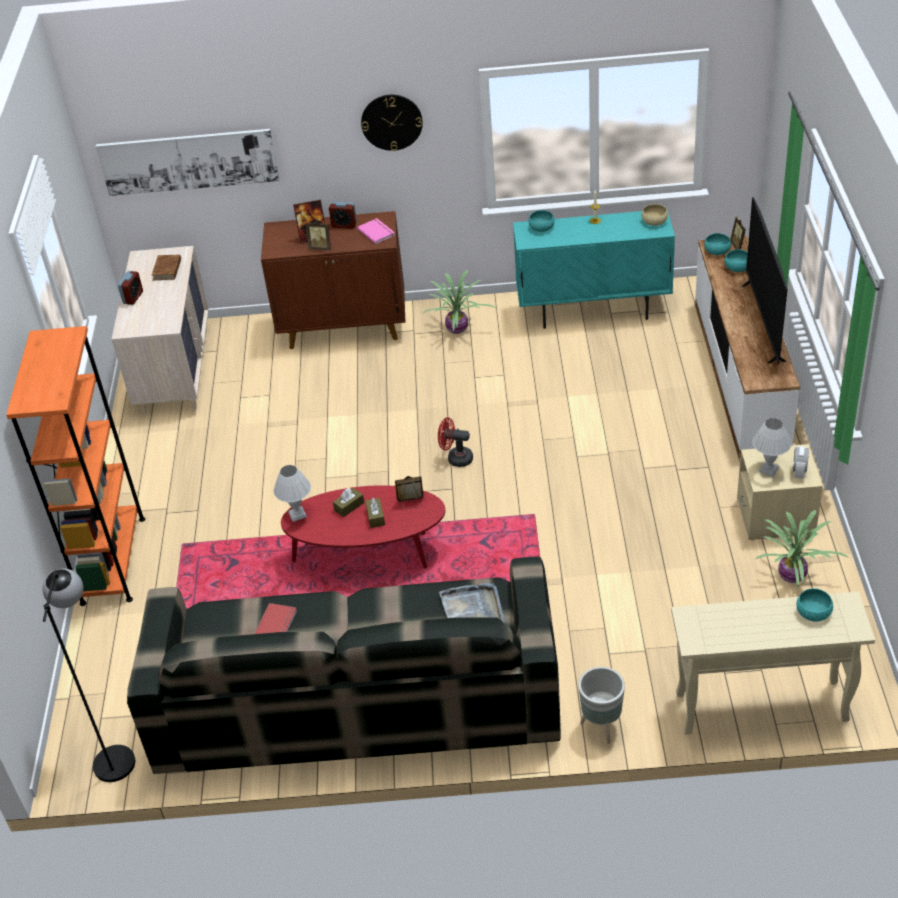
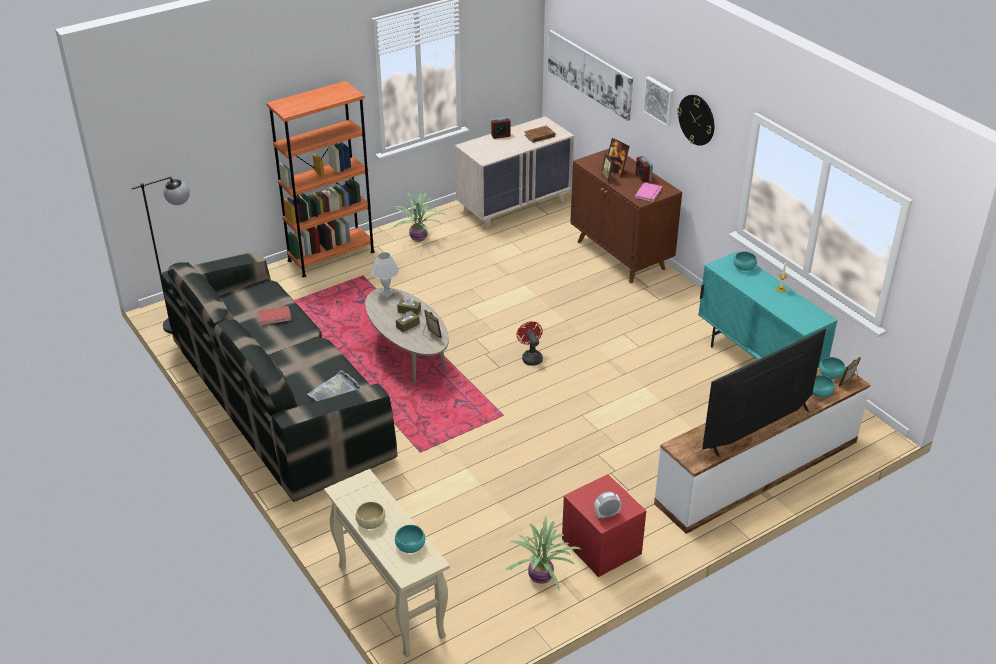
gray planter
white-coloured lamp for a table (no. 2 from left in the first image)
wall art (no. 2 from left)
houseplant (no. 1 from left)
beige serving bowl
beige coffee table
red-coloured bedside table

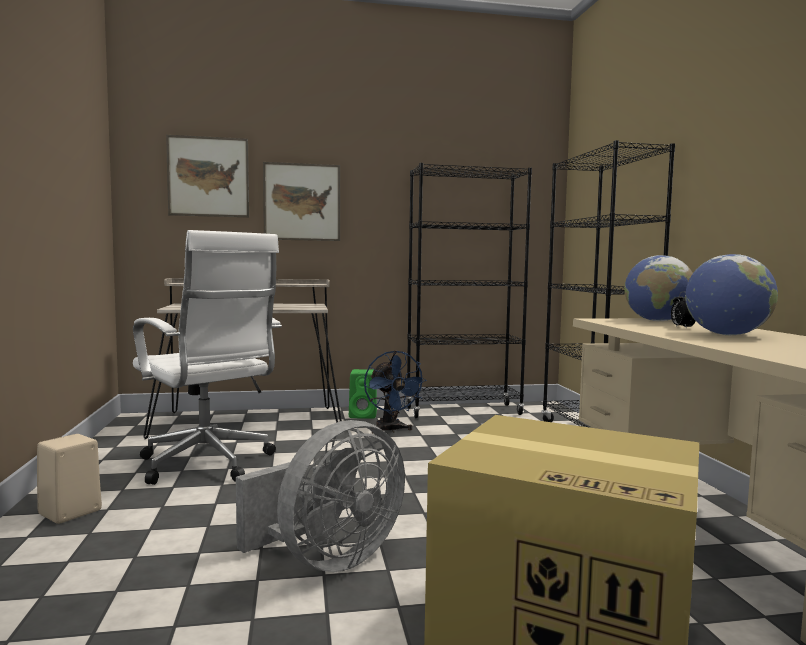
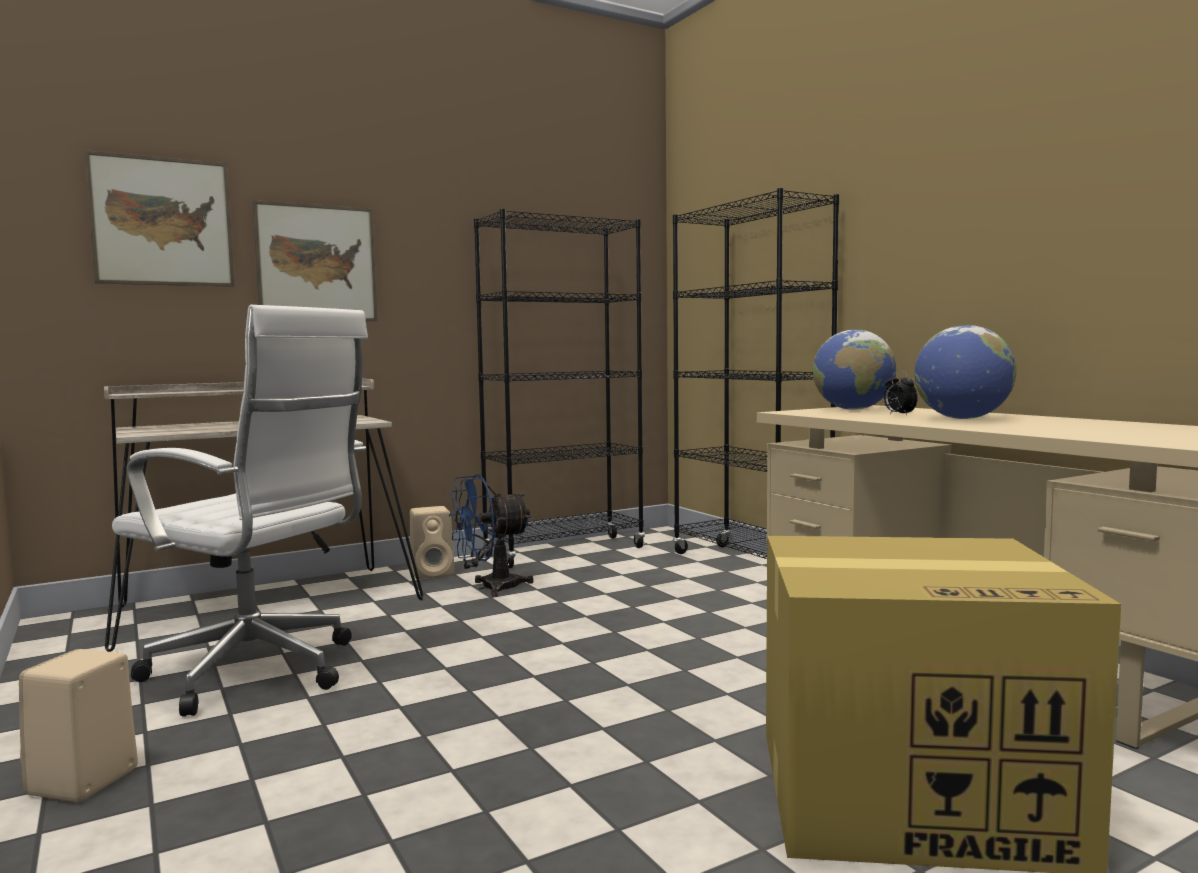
gray cooling fan
beige speaker (no. 2 from left)
blue cooling fan

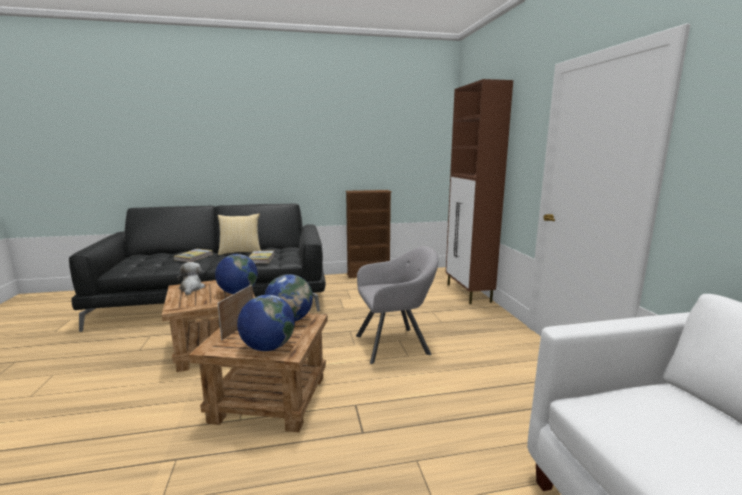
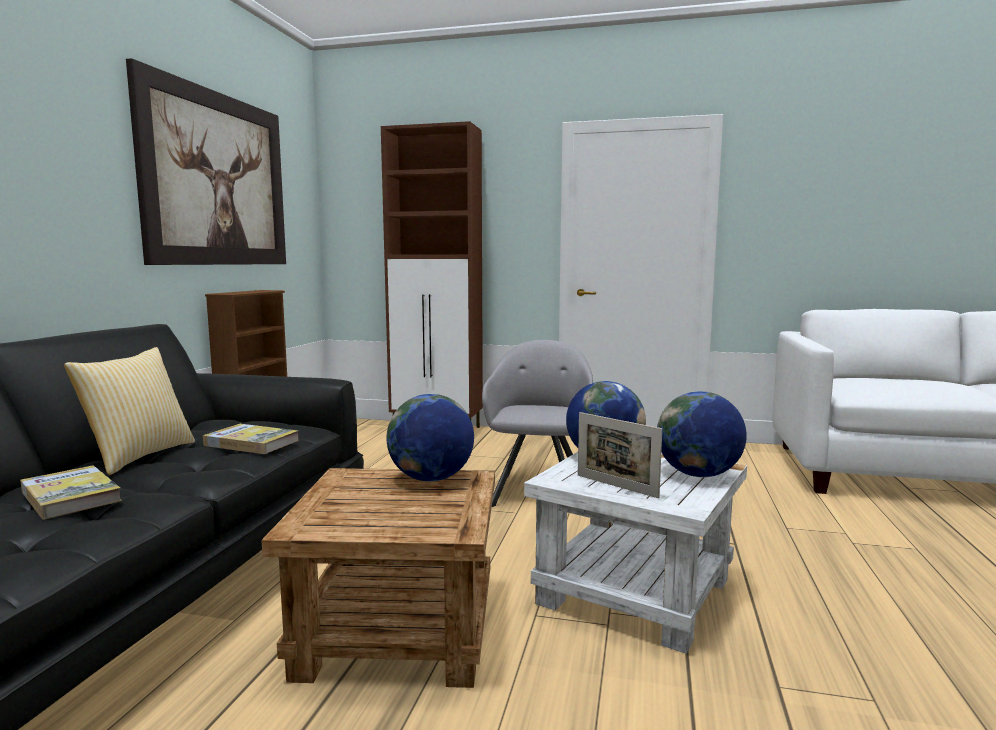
plush toy
wall art
white-coloured accent table

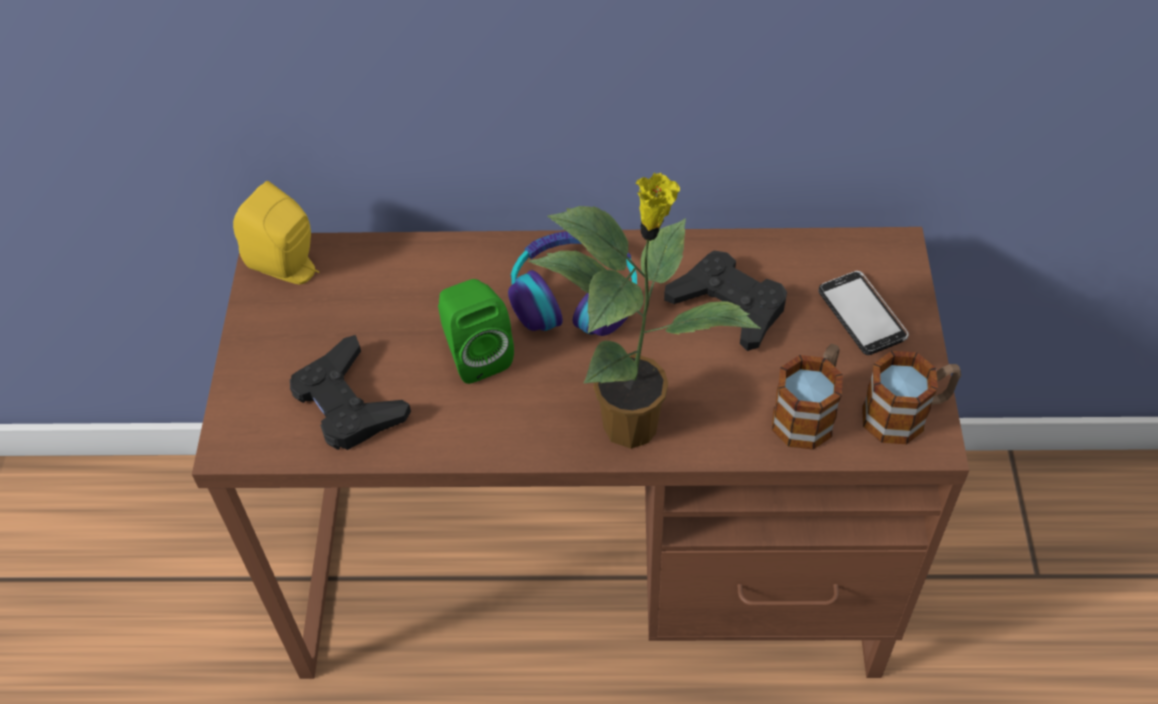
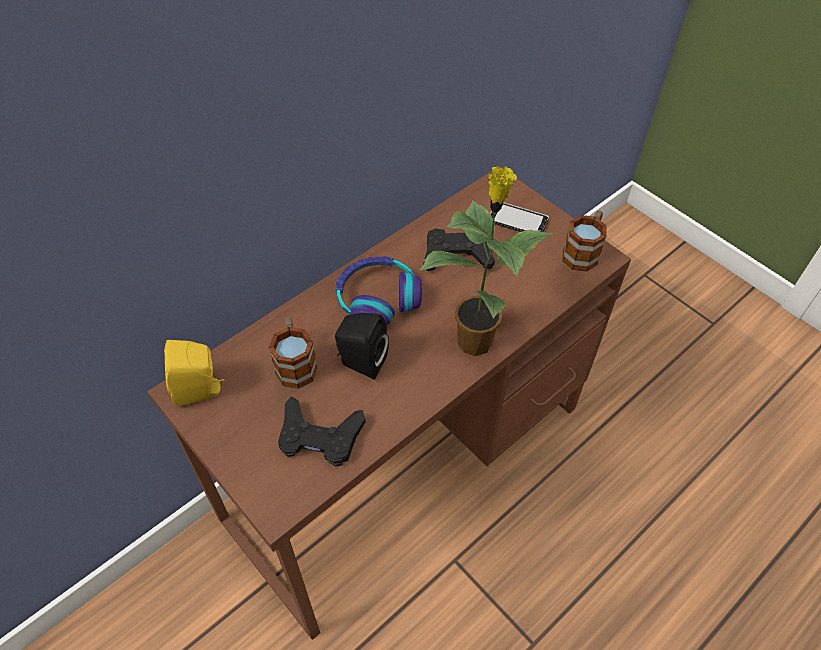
mug (no. 1 from left)
black-coloured speaker

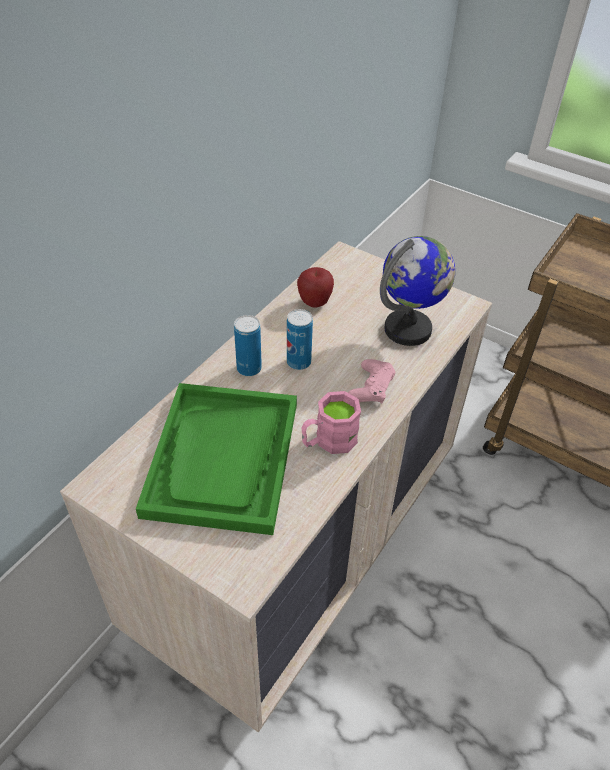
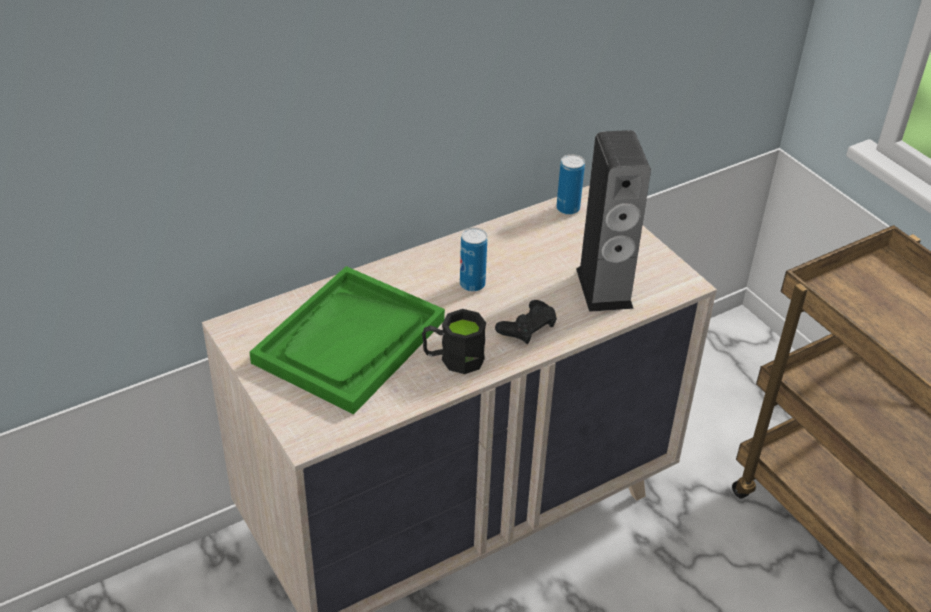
apple fruit
sealed can (no. 2 from left)
speaker
black-coloured mug
black-coloured joypad

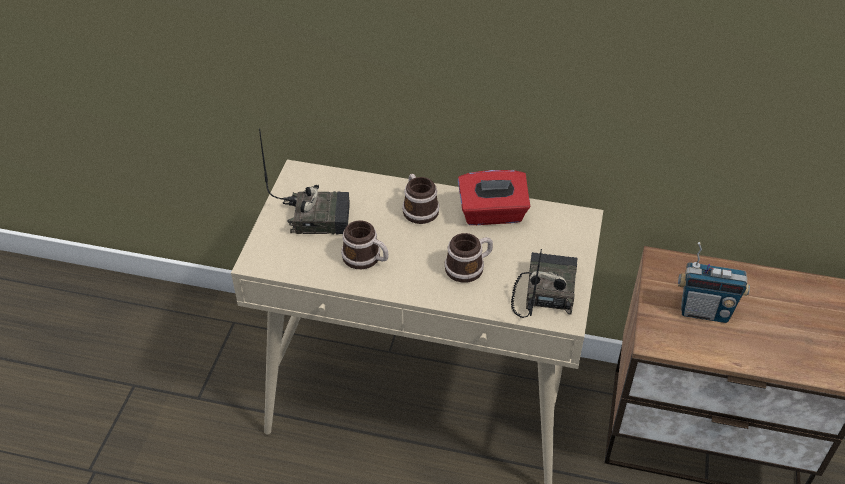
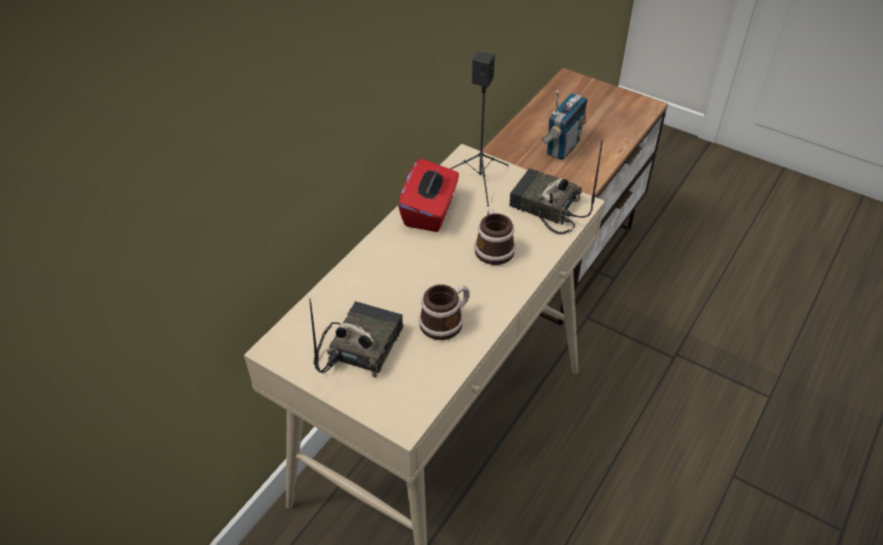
mug (no. 2 from left in the first image)
black-coloured speaker

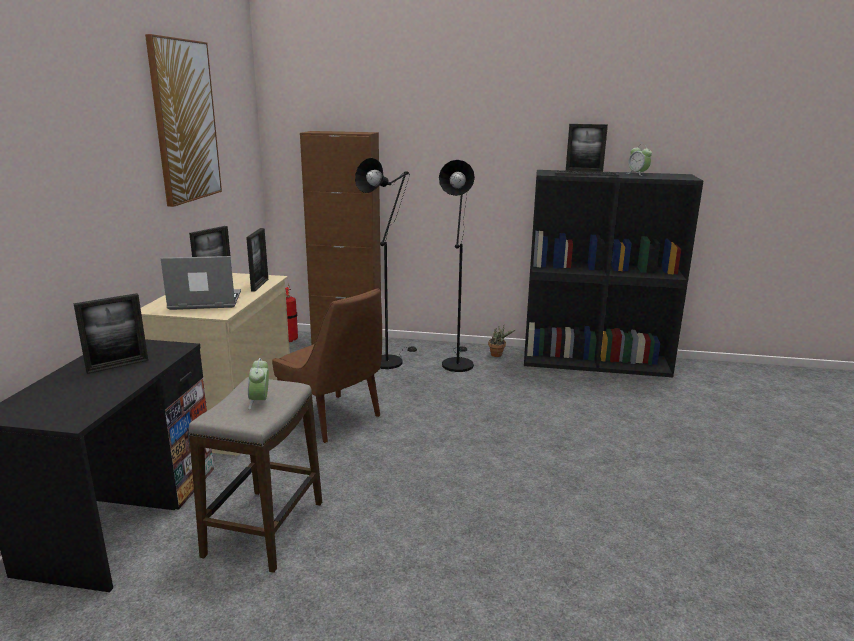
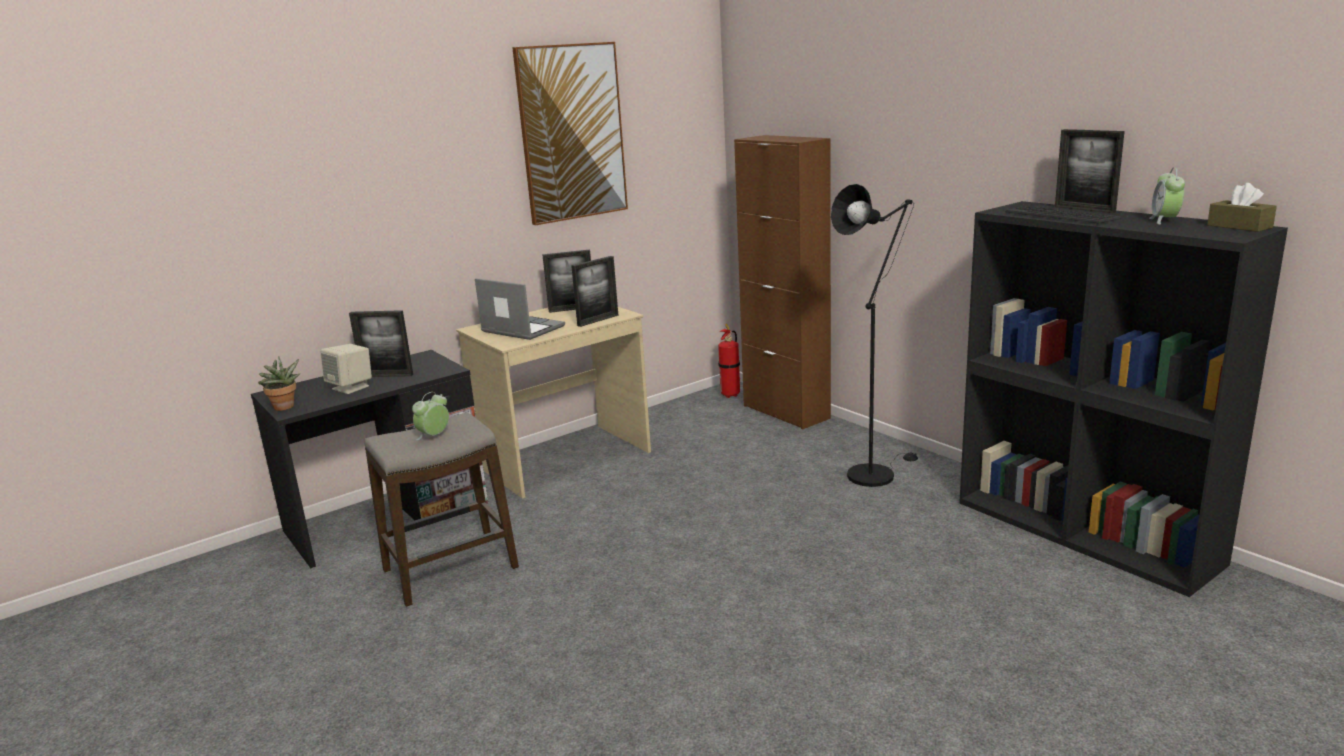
brown-coloured chair
black-coloured standard lamp (no. 1 from left in the first image)
beige speaker
brown-coloured tissue box
houseplant

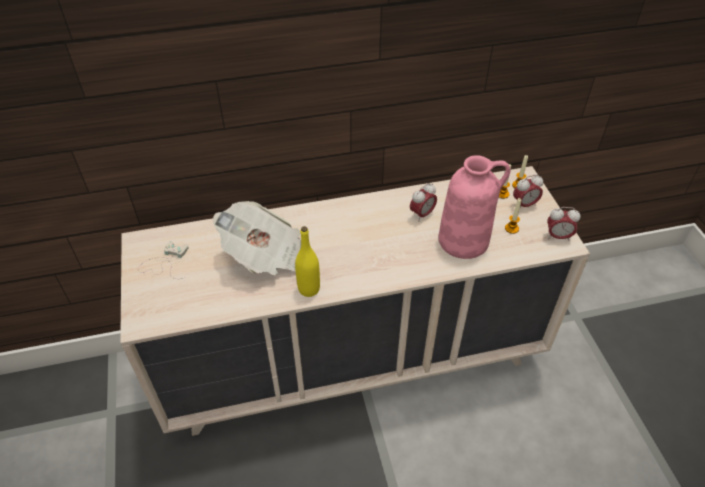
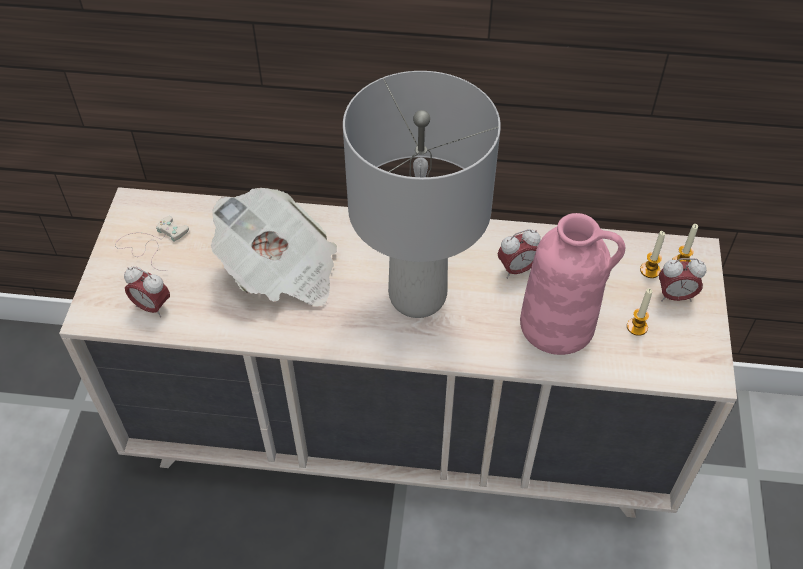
yellowish bottle
gray lamp for a table
table clock (no. 1 from left)

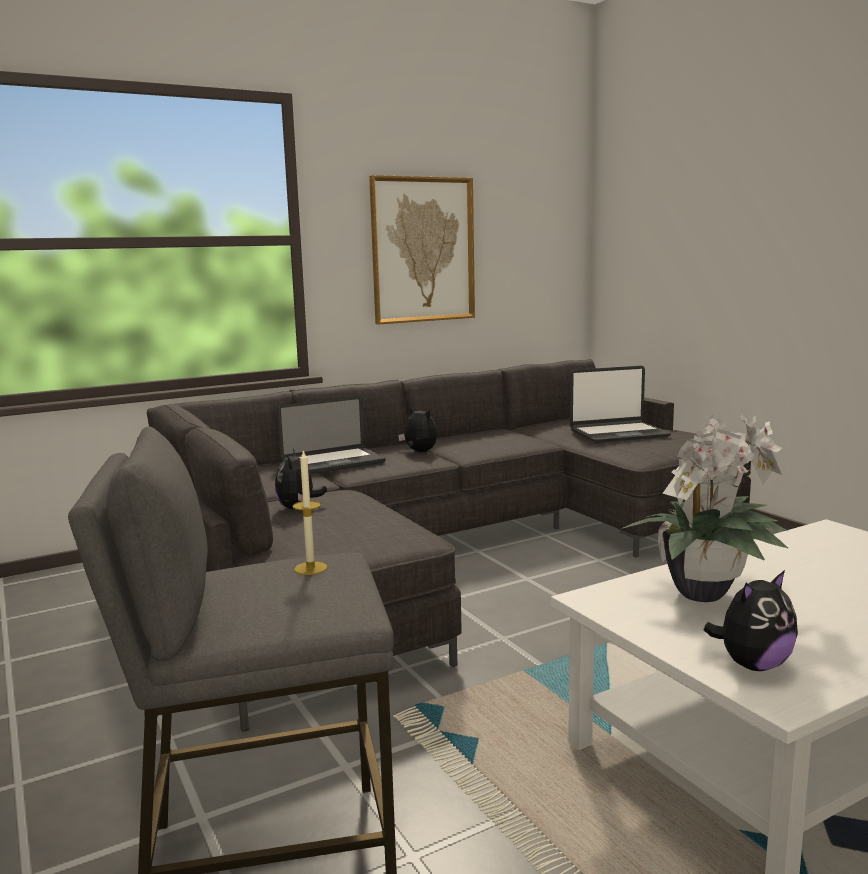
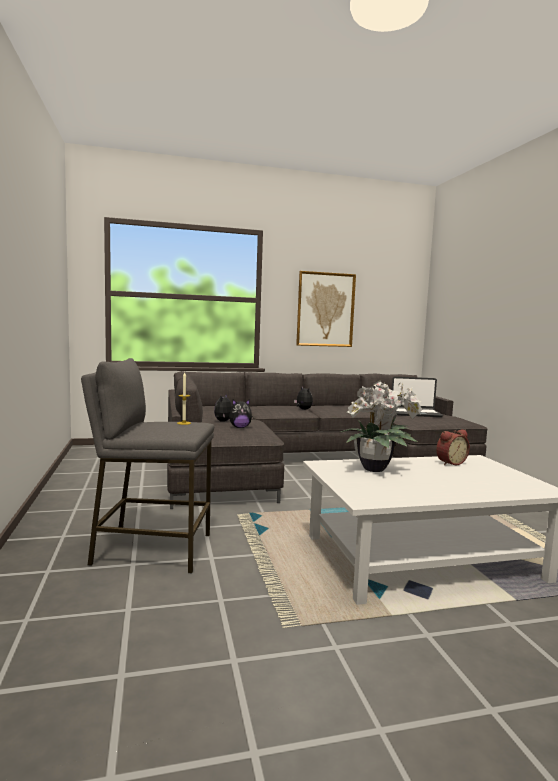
notebook computer (no. 1 from left in the first image)
table clock
plush toy (no. 2 from left)

